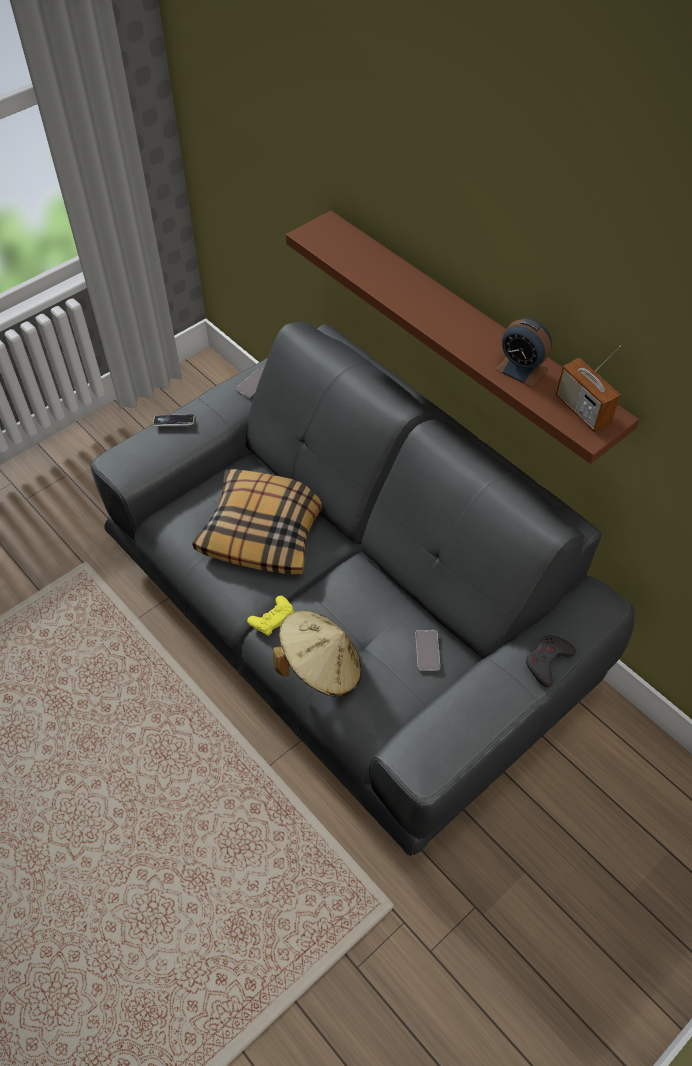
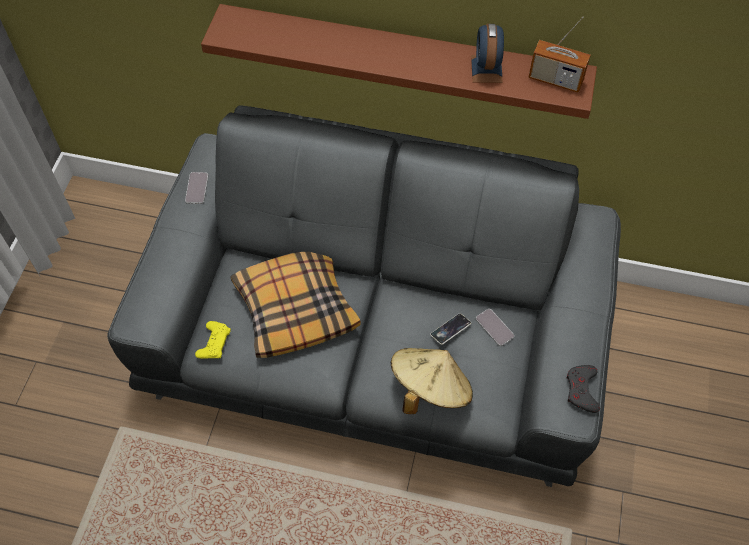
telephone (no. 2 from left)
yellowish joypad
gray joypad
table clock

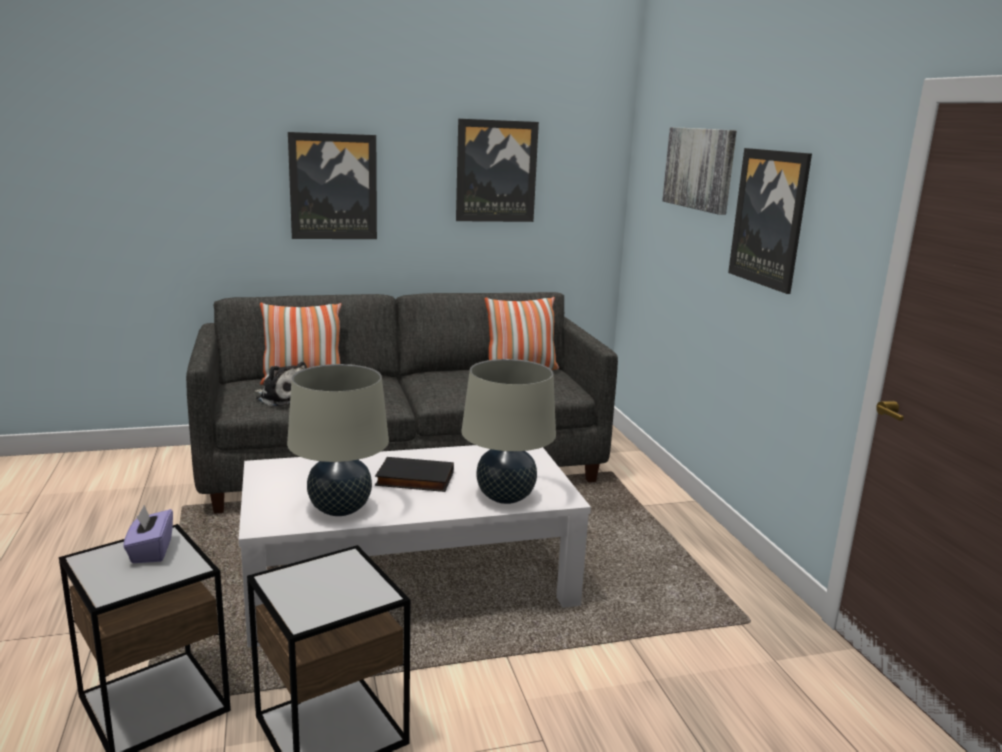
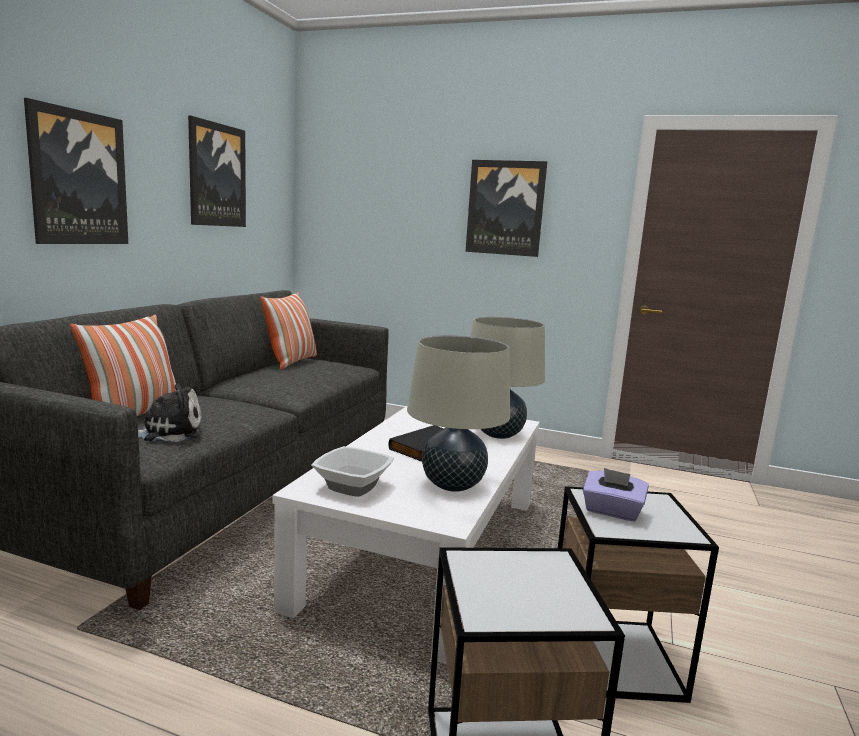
wall art (no. 3 from left in the first image)
serving bowl
purple tissue box

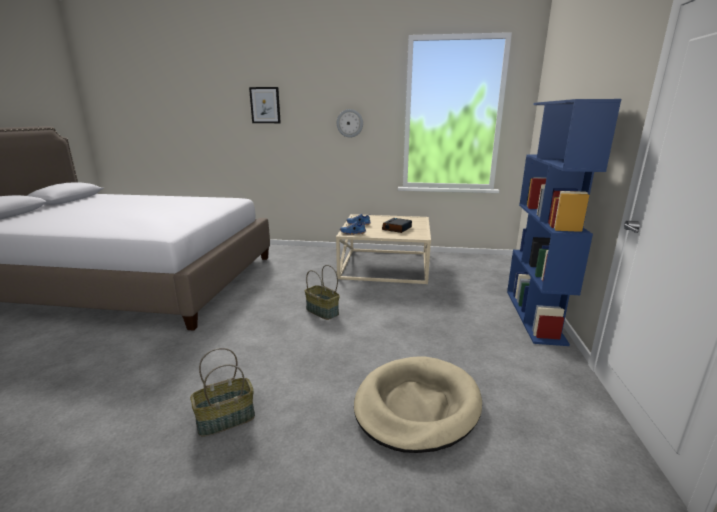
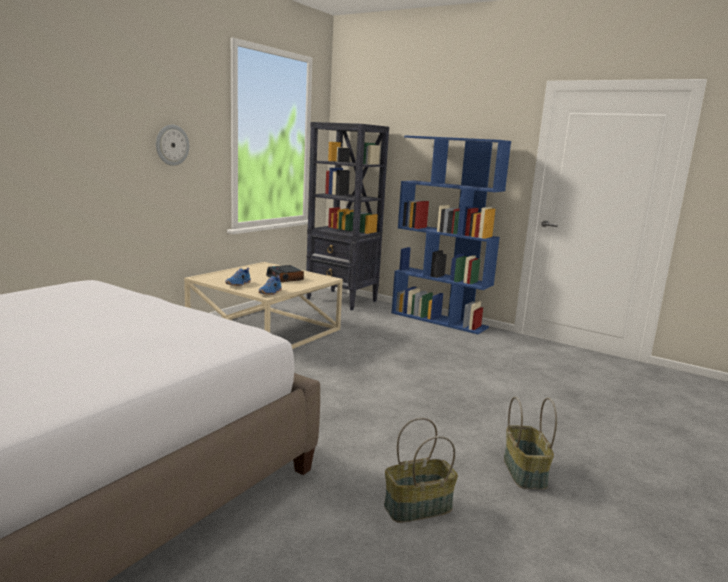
wall art
beige dog cushion
black-coloured shelving unit
storage basket (no. 1 from left)

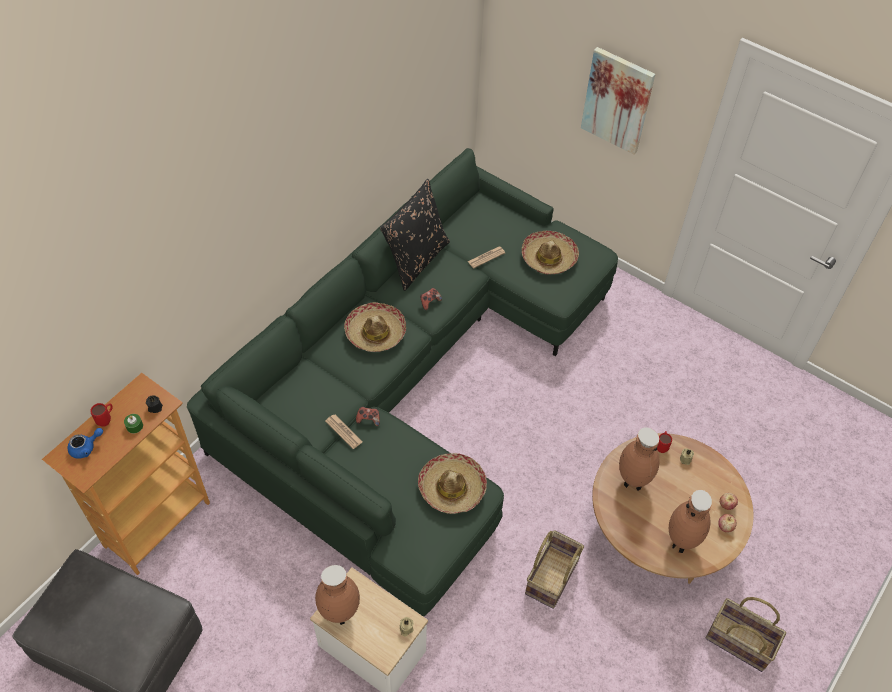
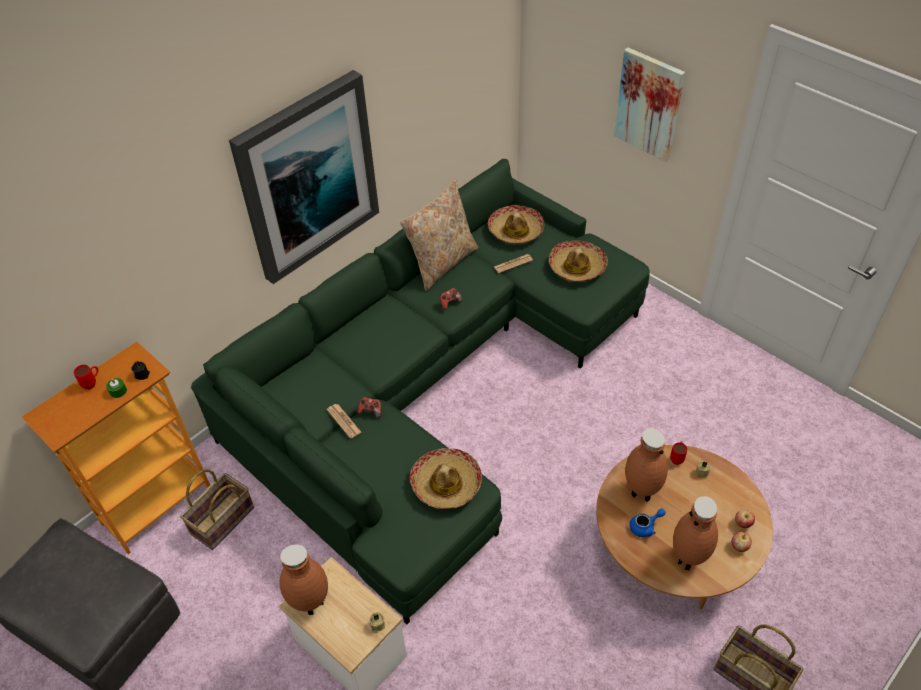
wall art (no. 1 from left)
blue teapot
wearable hat (no. 2 from left)
storage basket (no. 1 from left)
beige throw pillow

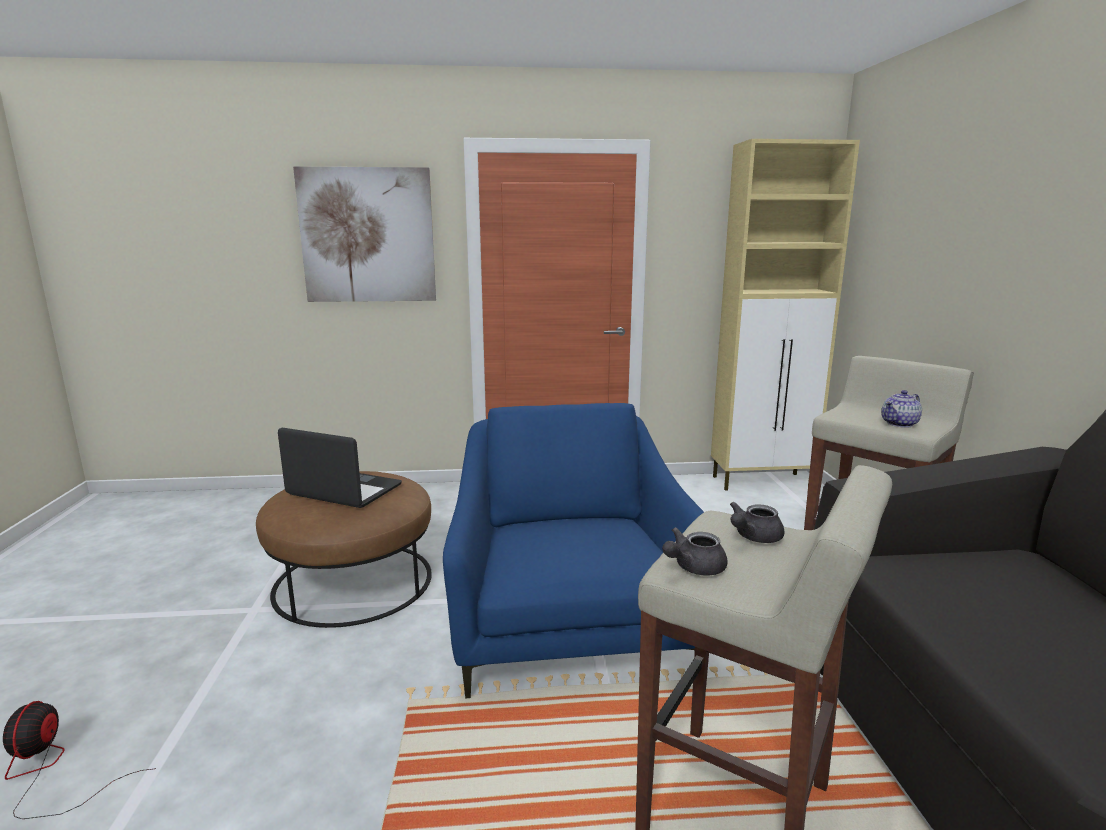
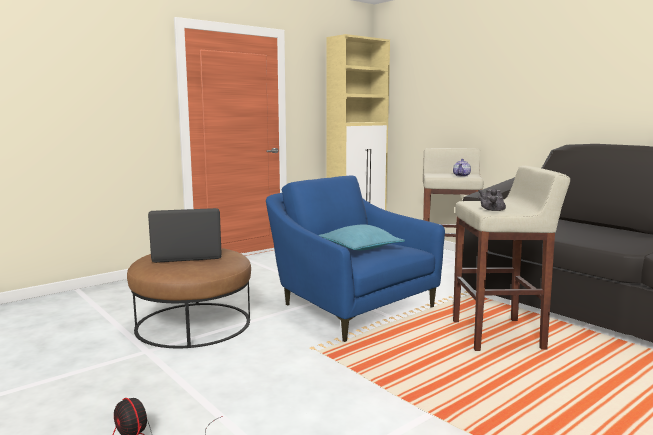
wall art
blue-green throw pillow

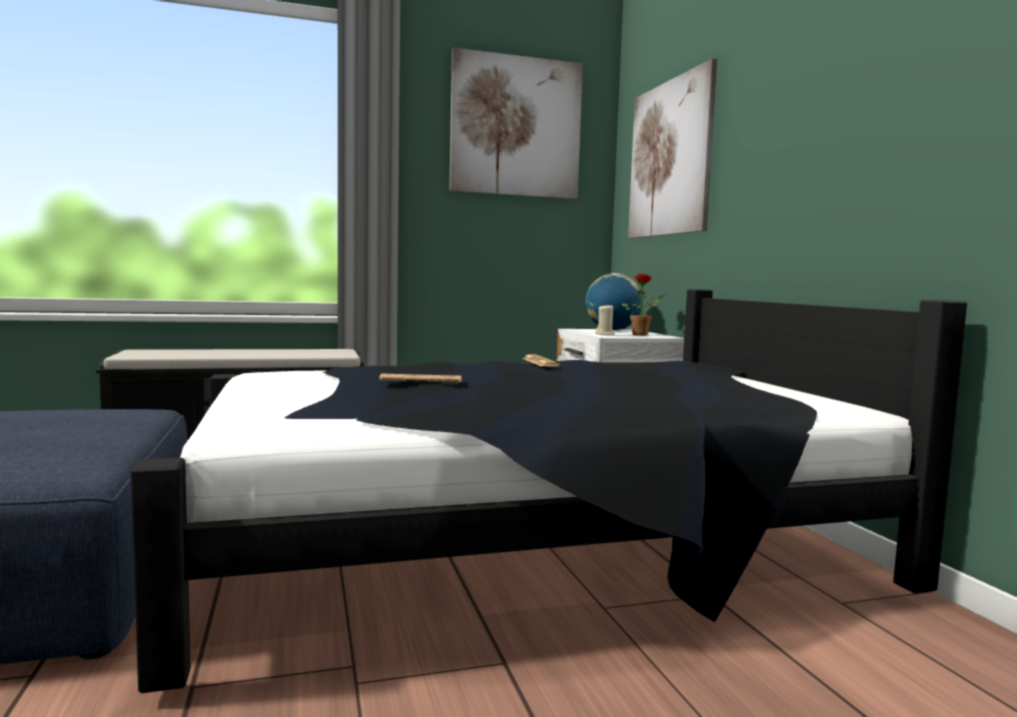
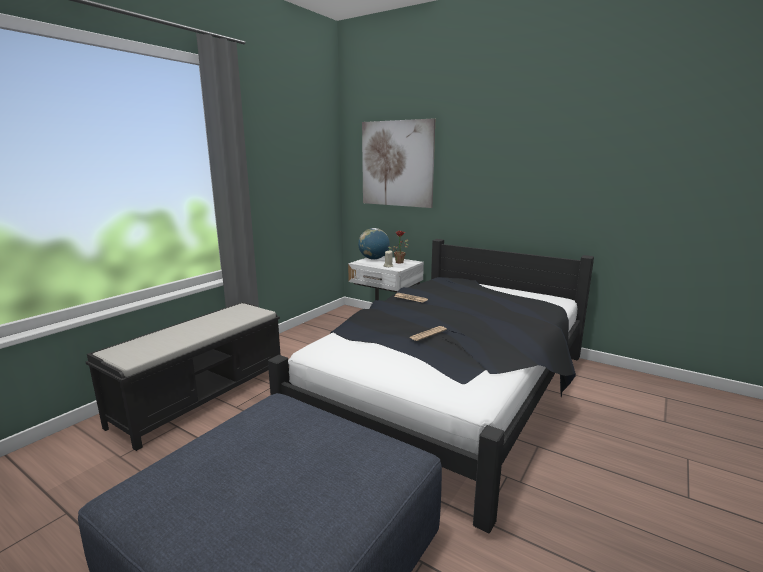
wall art (no. 1 from left in the first image)

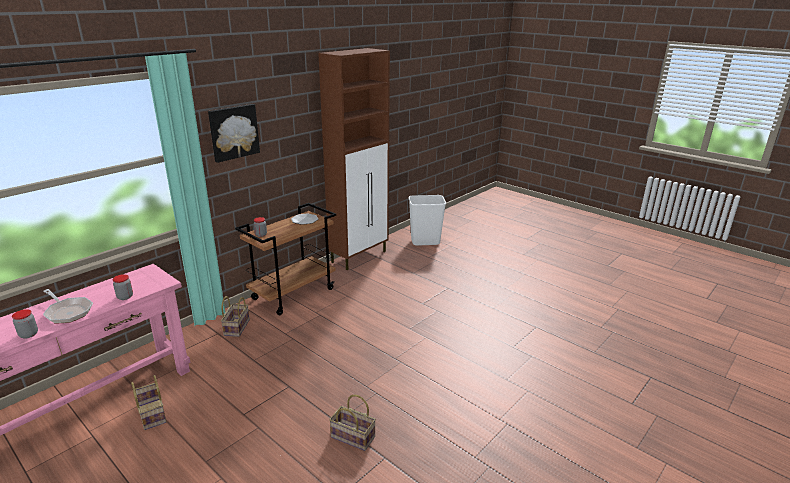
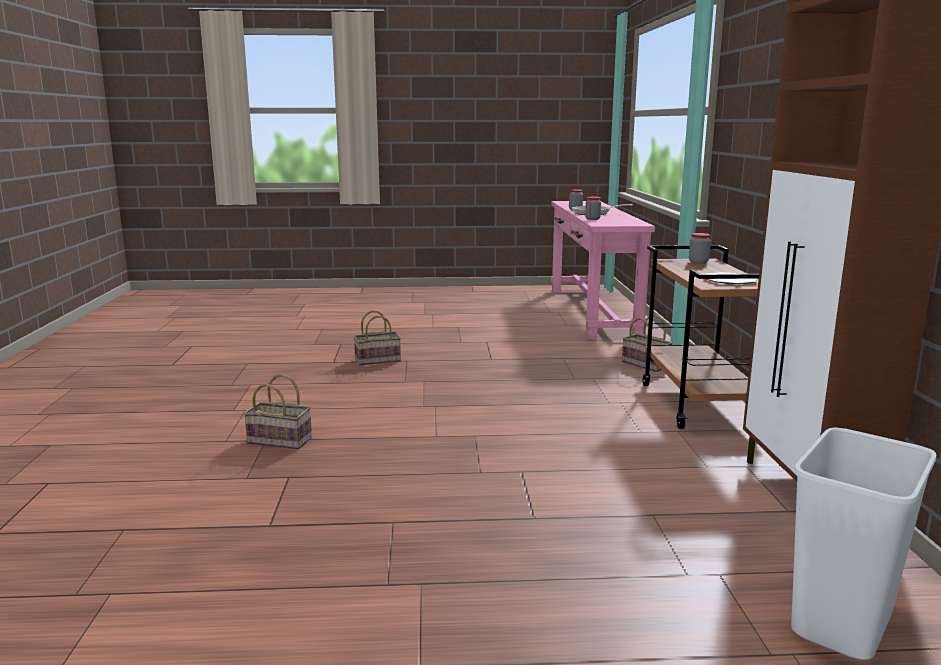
wall art
storage basket (no. 1 from left)

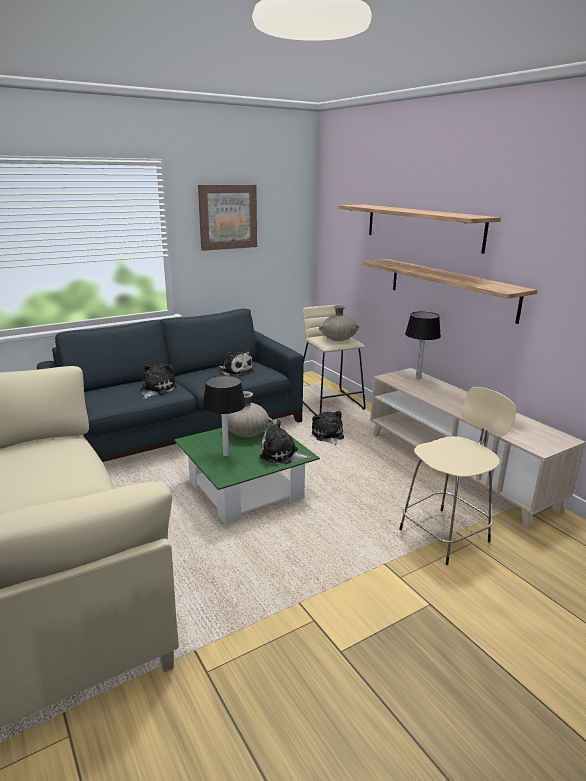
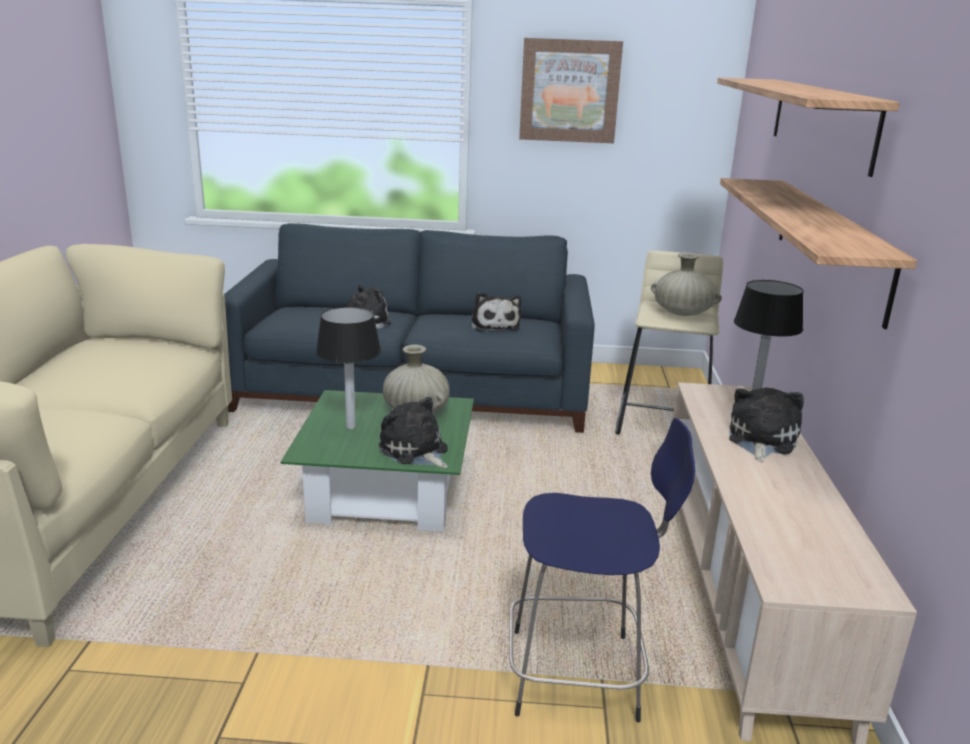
plush toy (no. 4 from left)
blue sitting stool

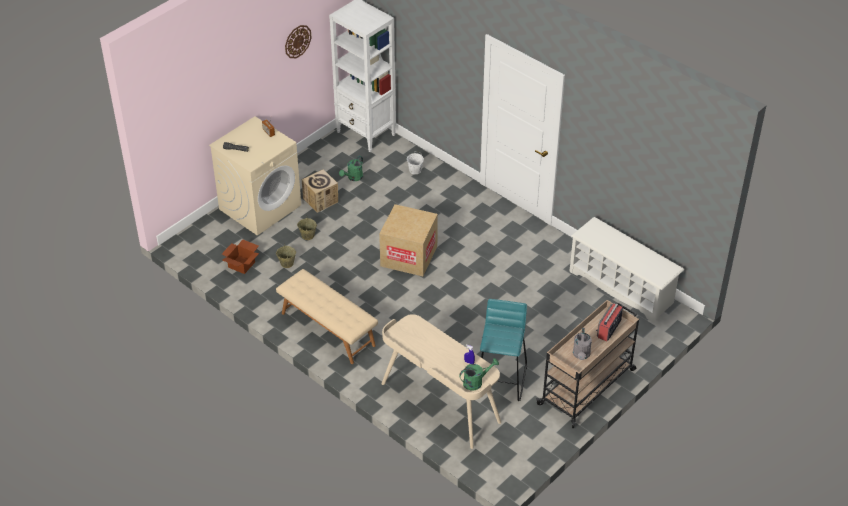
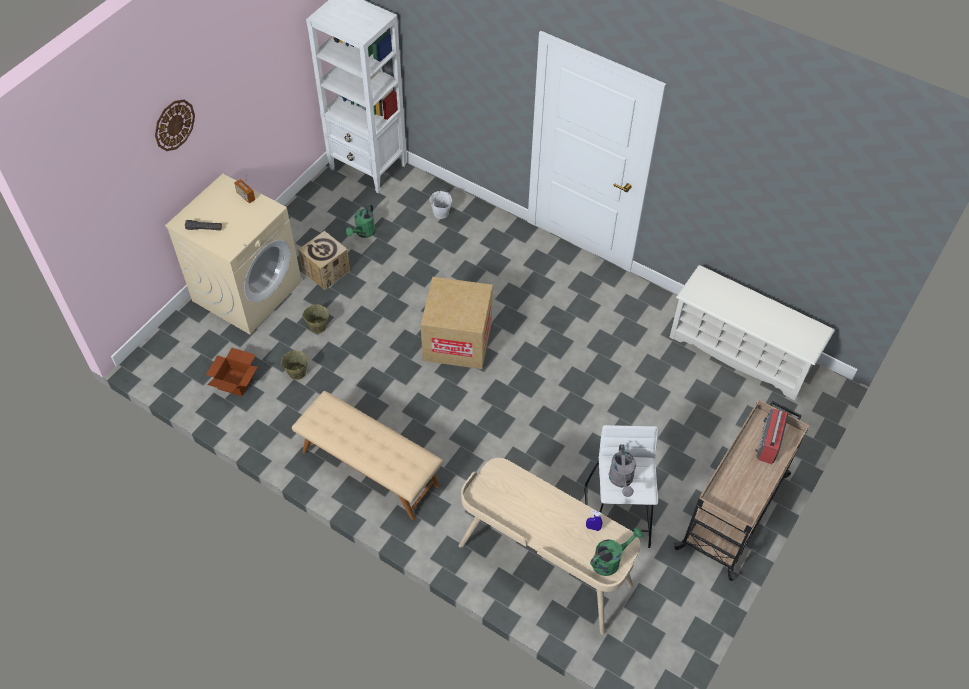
clock on the wall
gray watering can
white-coloured sitting stool

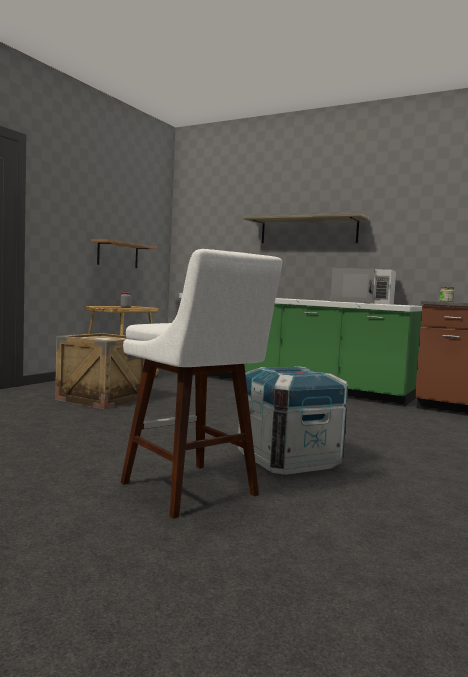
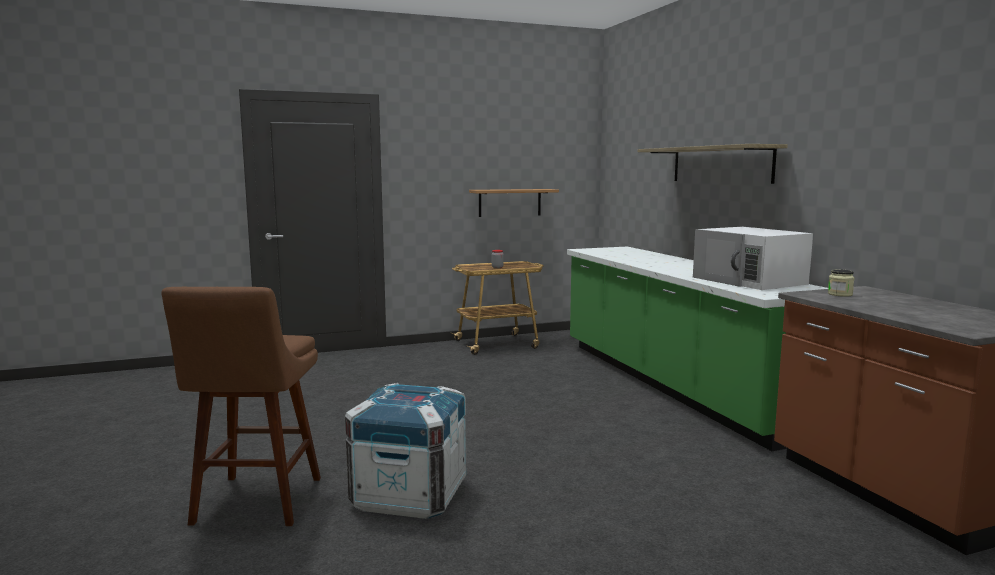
crate (no. 1 from left in the first image)
brown-coloured sitting stool

